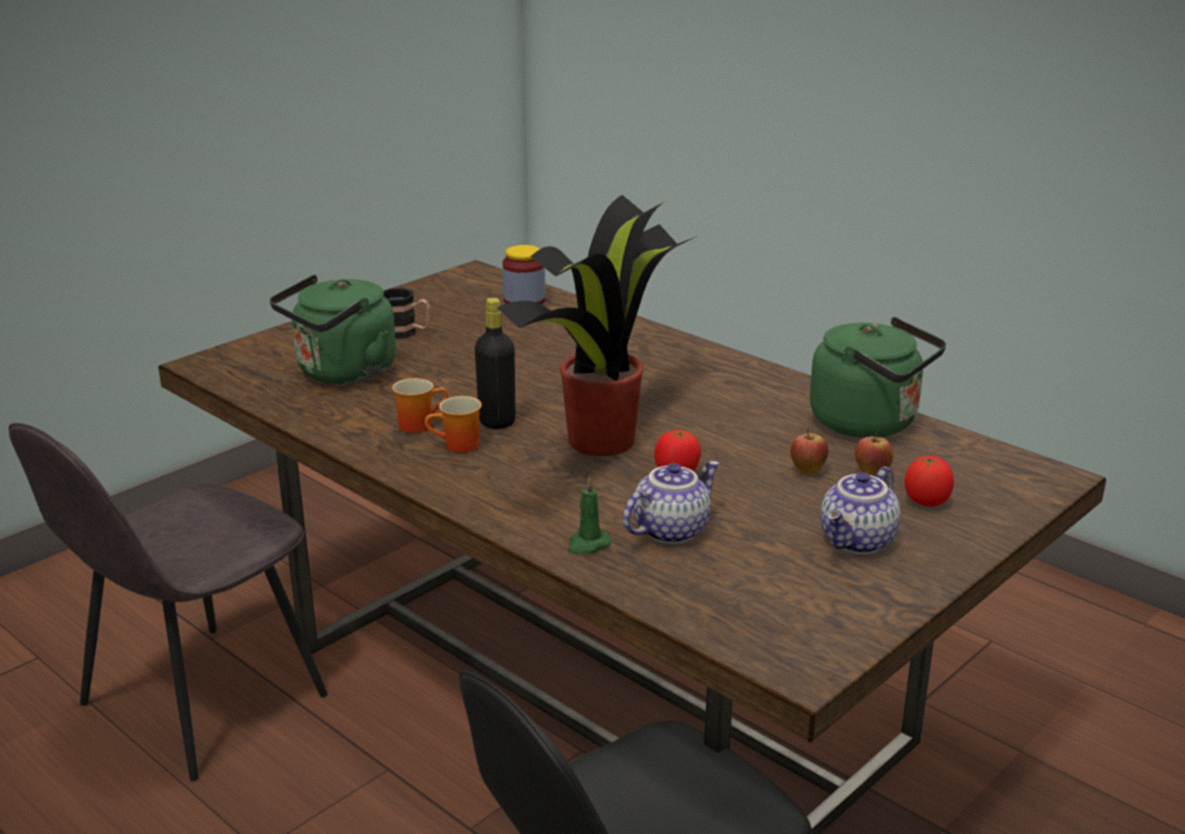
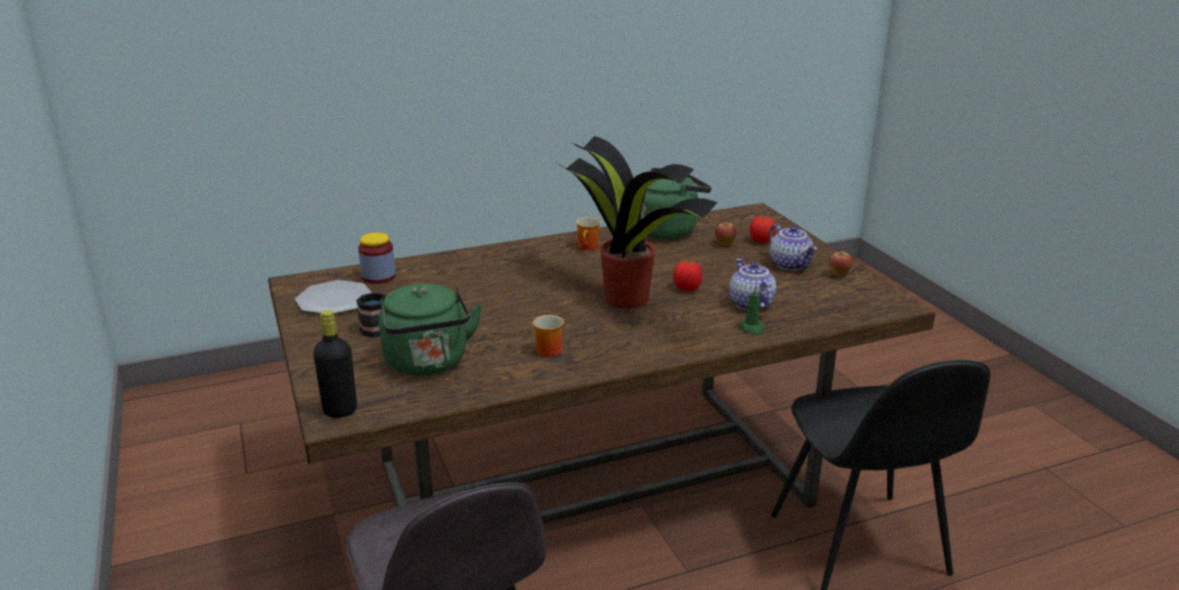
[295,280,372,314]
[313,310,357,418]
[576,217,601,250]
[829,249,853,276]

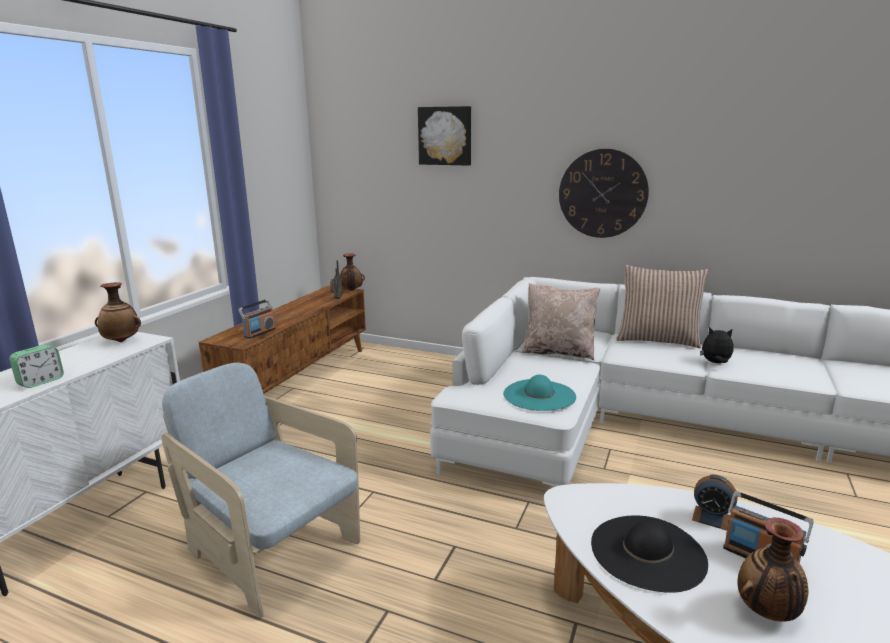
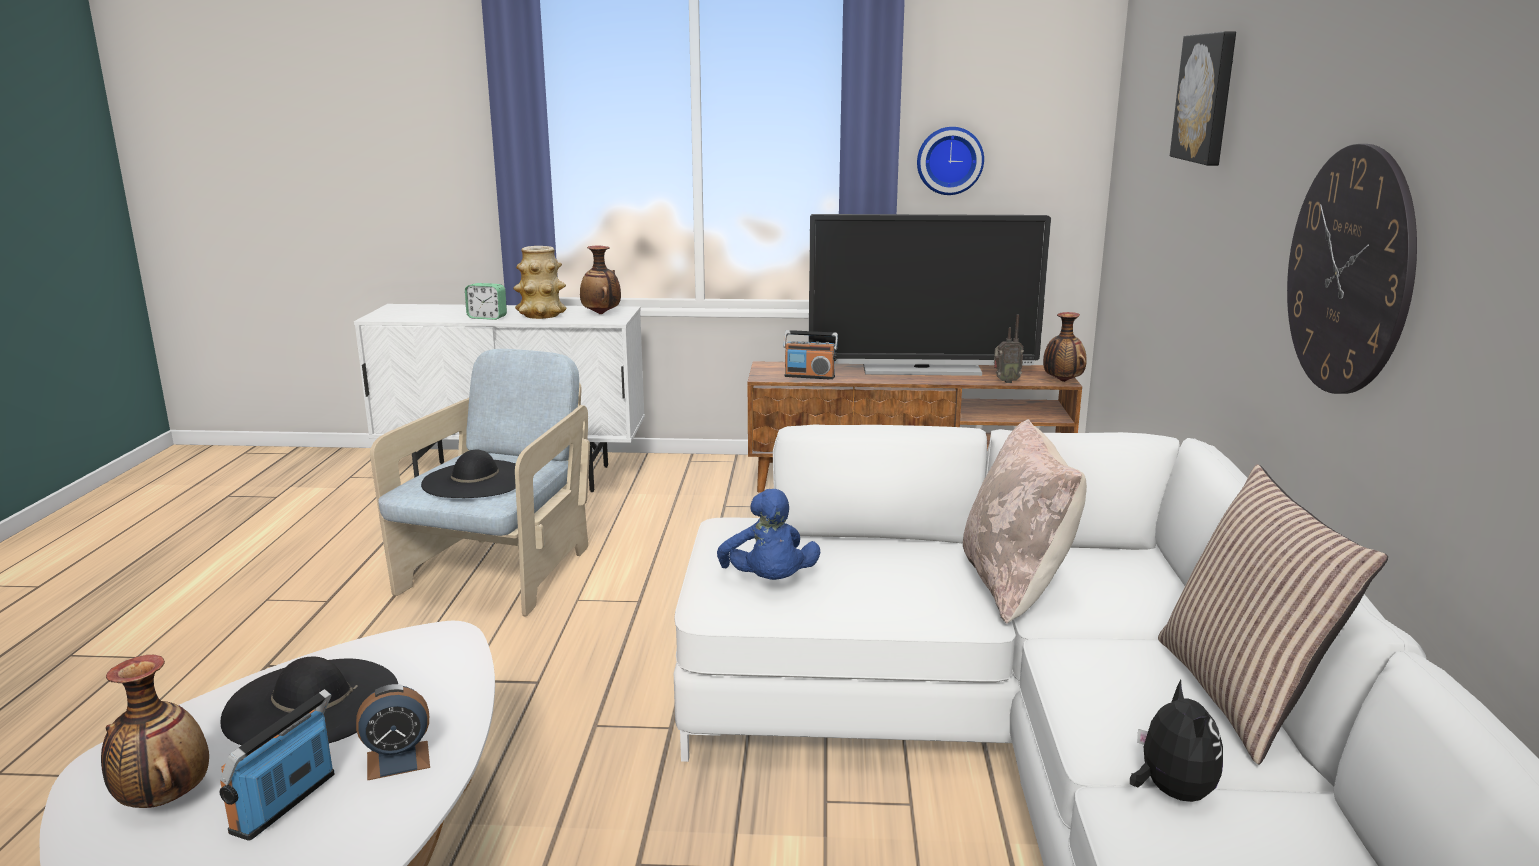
[356,684,430,781]
[421,450,516,498]
[513,246,567,319]
[717,489,821,580]
[809,214,1051,376]
[917,127,984,195]

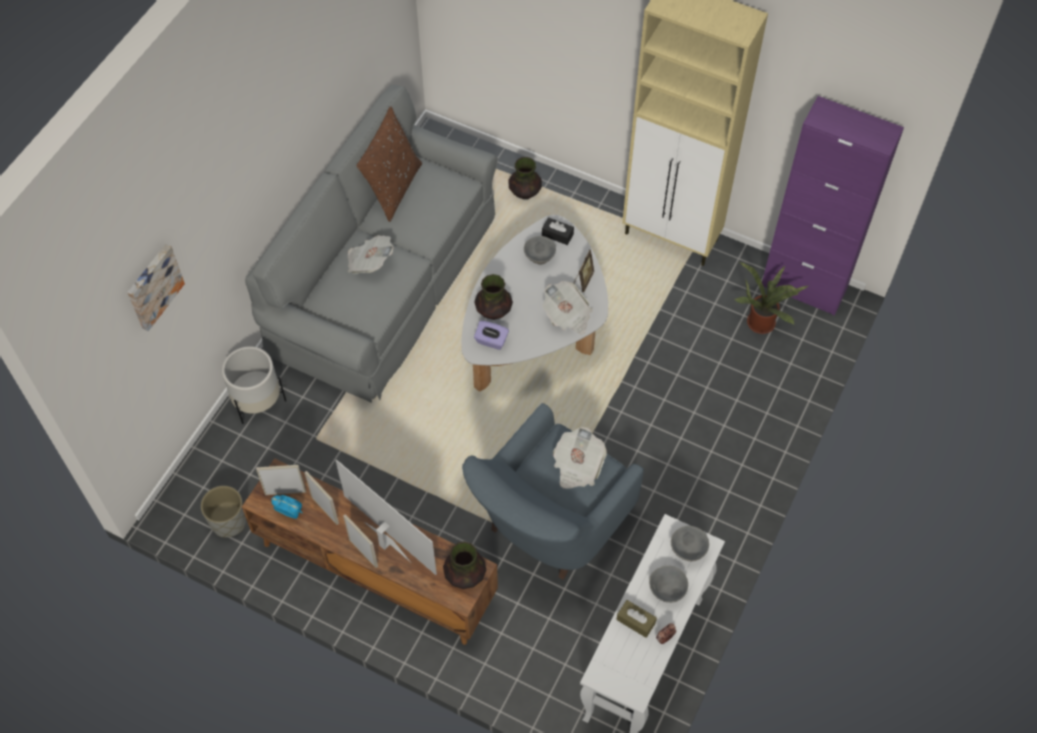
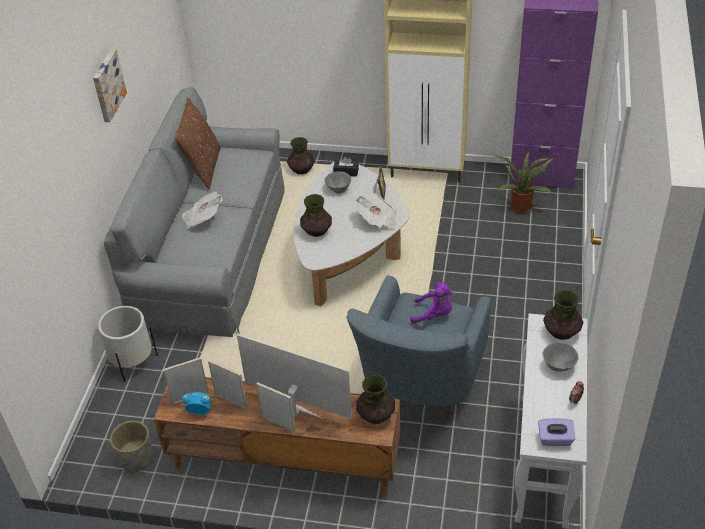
[93,49,127,122]
[410,282,452,324]
[538,418,575,446]
[543,290,583,340]
[616,600,657,638] (first image)

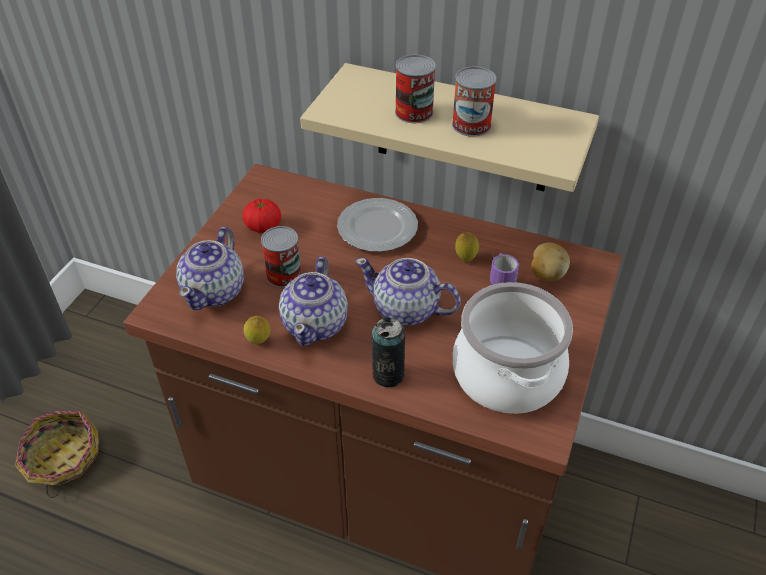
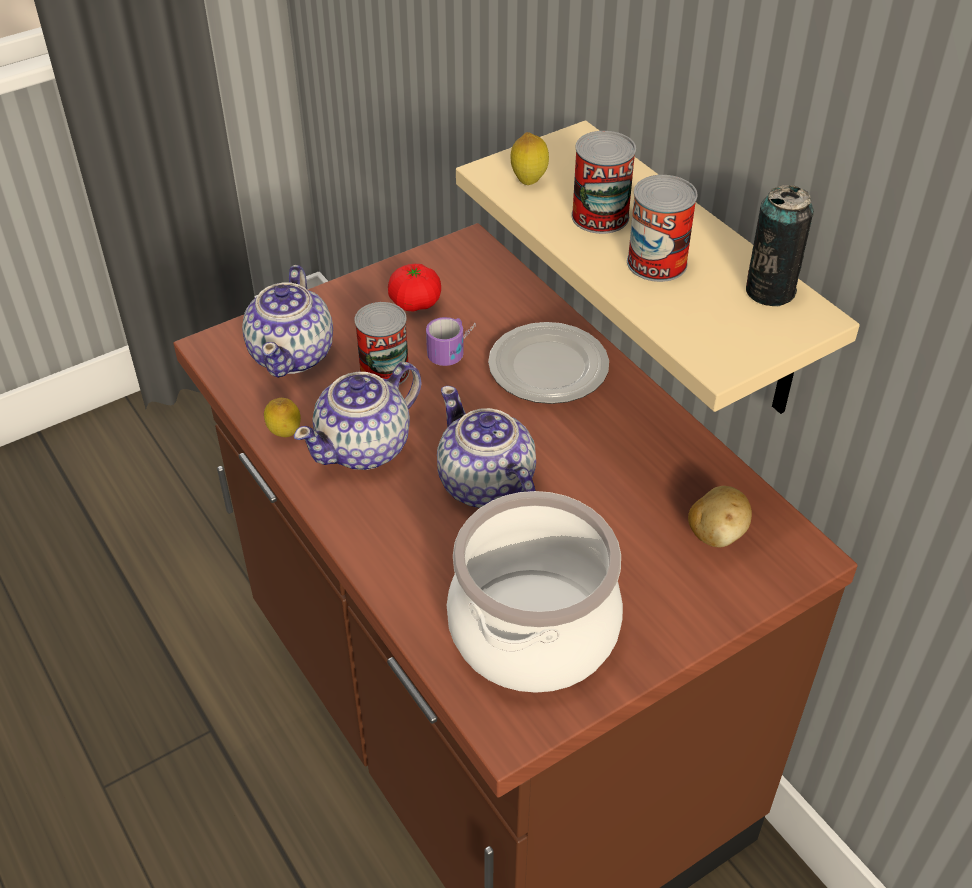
[242,265,333,378]
[426,317,476,366]
[510,132,549,185]
[746,185,814,306]
[15,411,99,498] (first image)

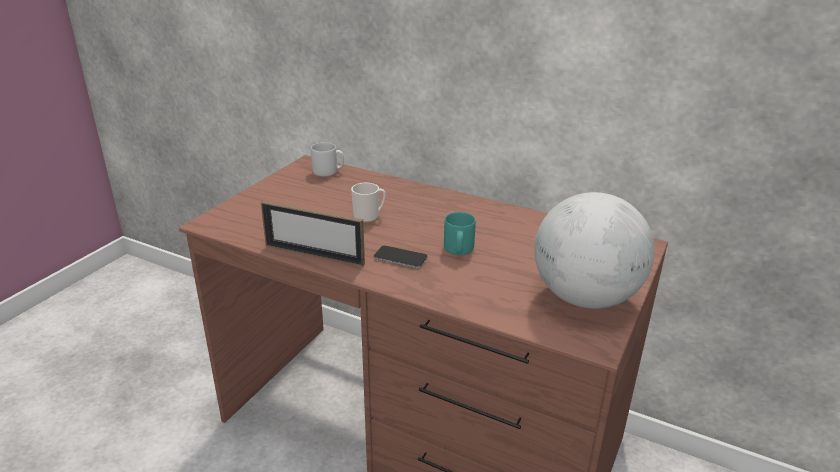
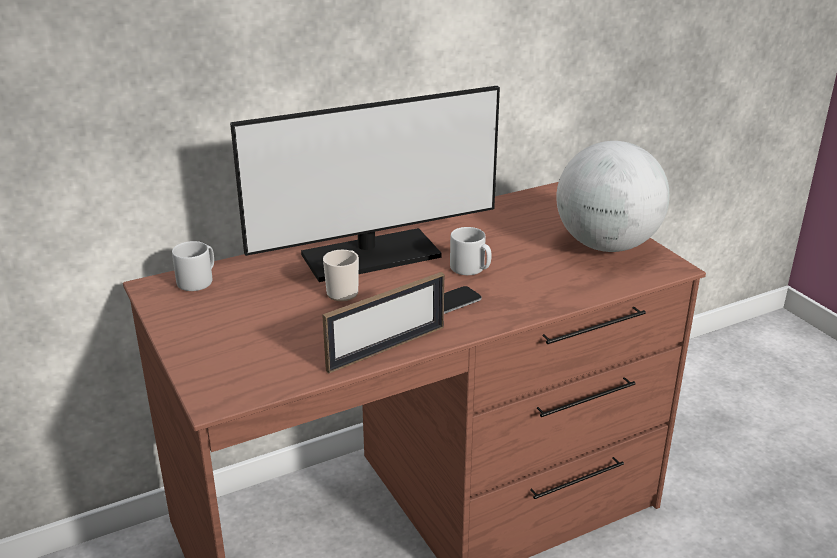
[230,86,500,282]
[450,227,491,275]

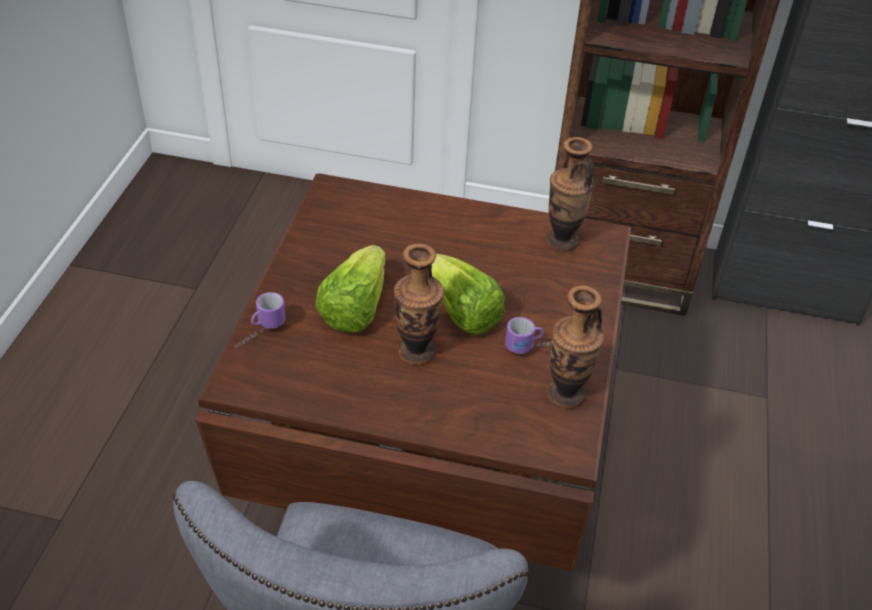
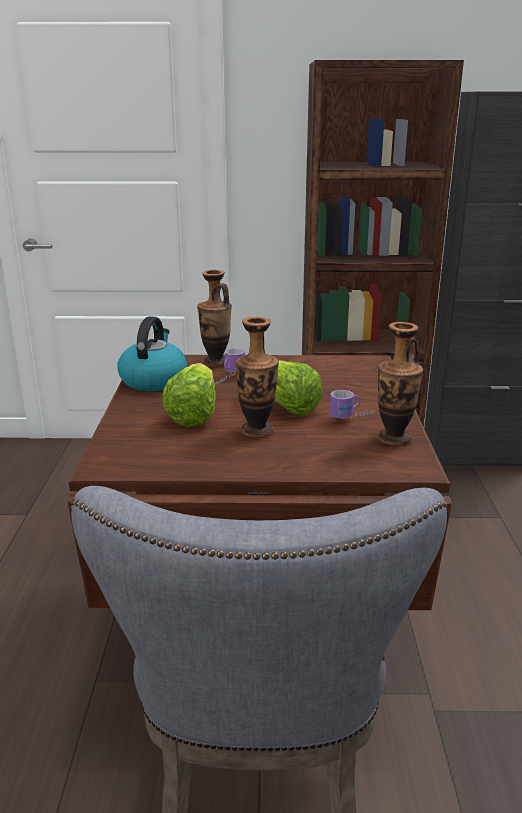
[117,316,187,391]
[197,270,232,367]
[215,348,245,385]

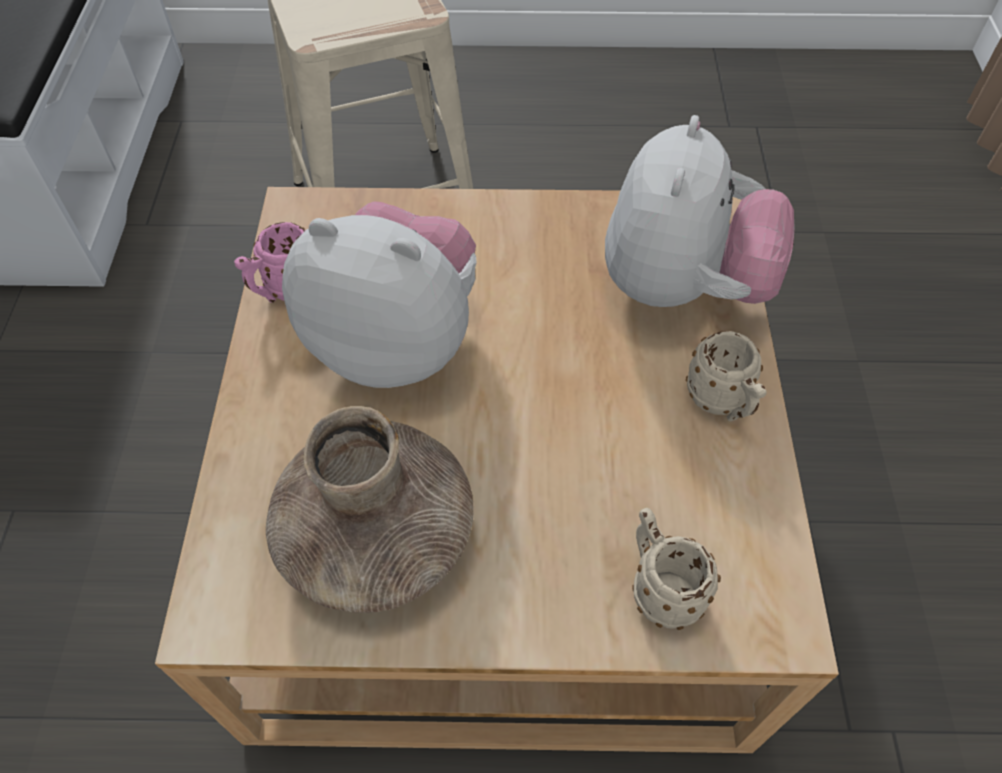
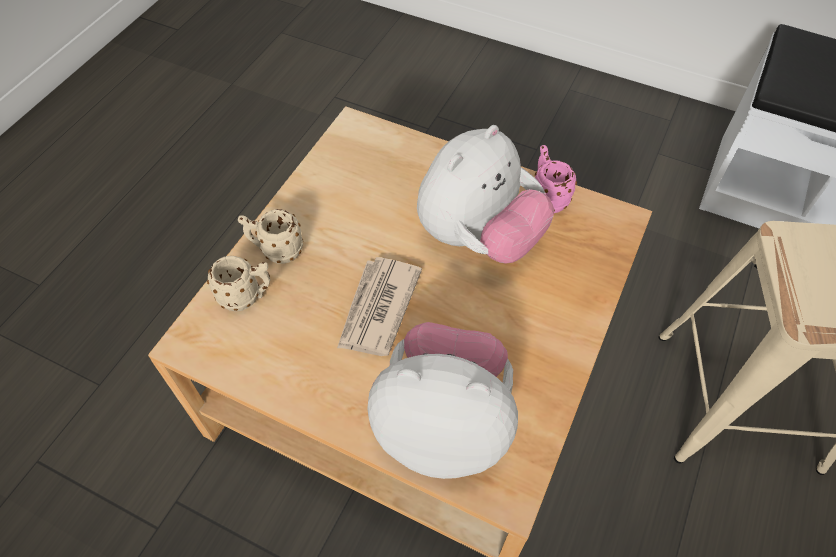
[238,209,303,264]
[337,257,422,356]
[367,322,518,479]
[266,406,473,613] (first image)

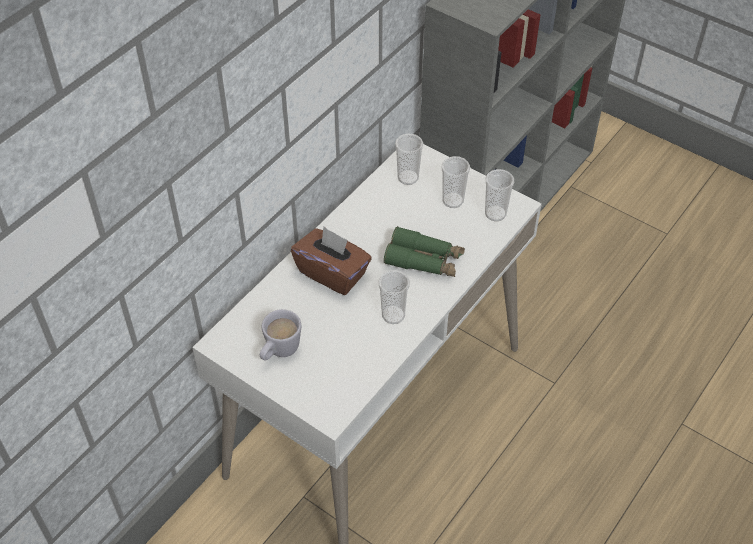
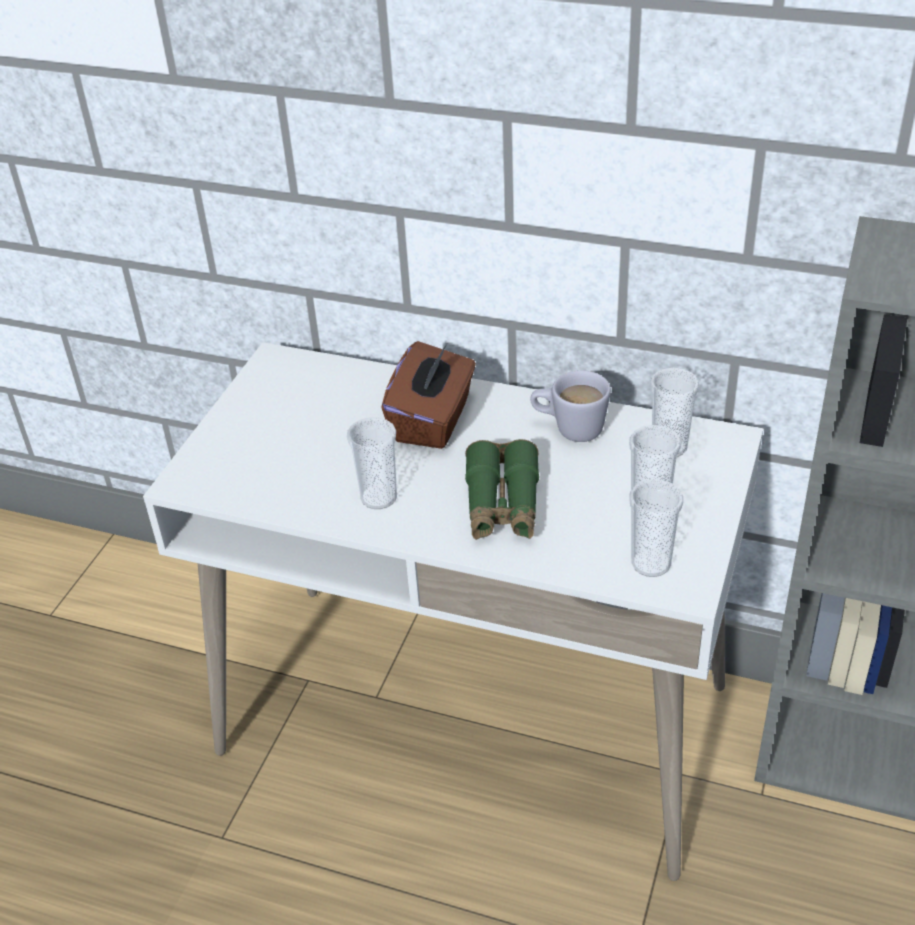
[530,370,611,442]

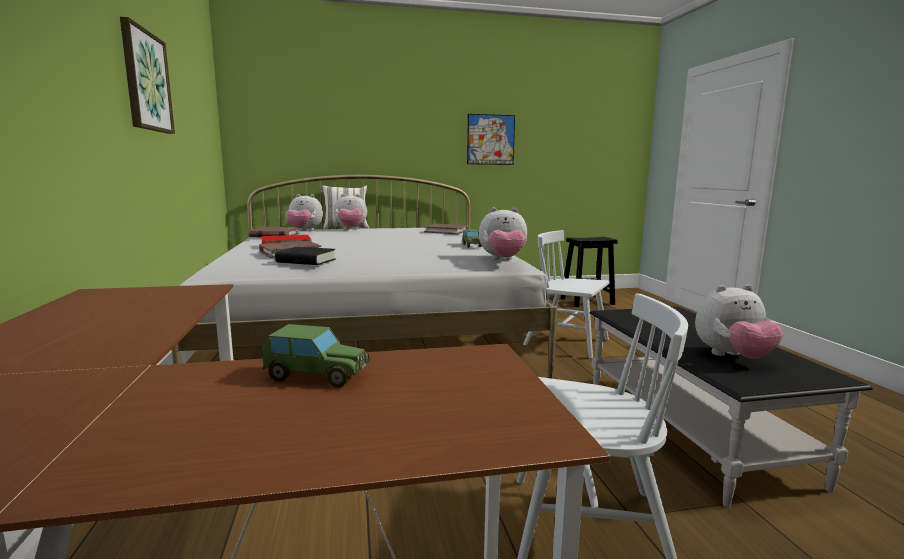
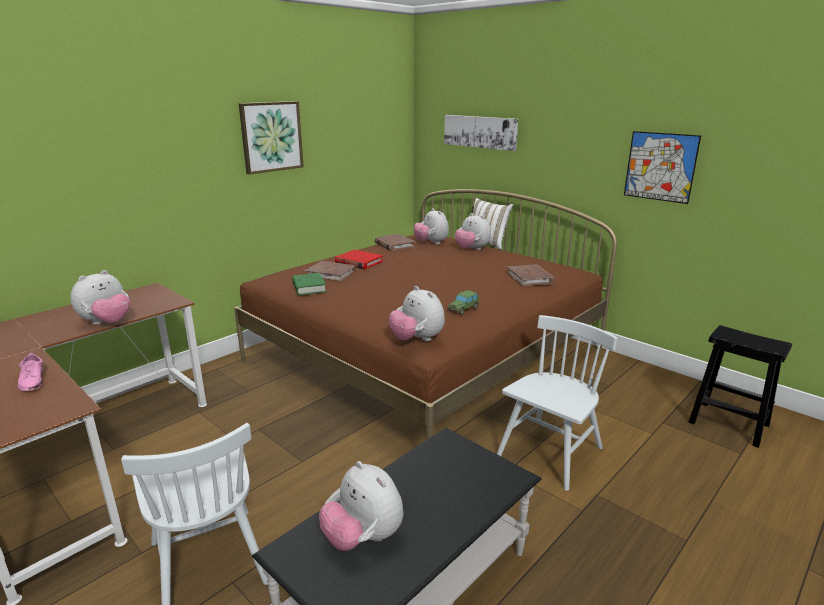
[18,353,43,391]
[70,270,130,325]
[234,189,617,440]
[292,273,326,295]
[444,115,518,151]
[497,315,617,491]

